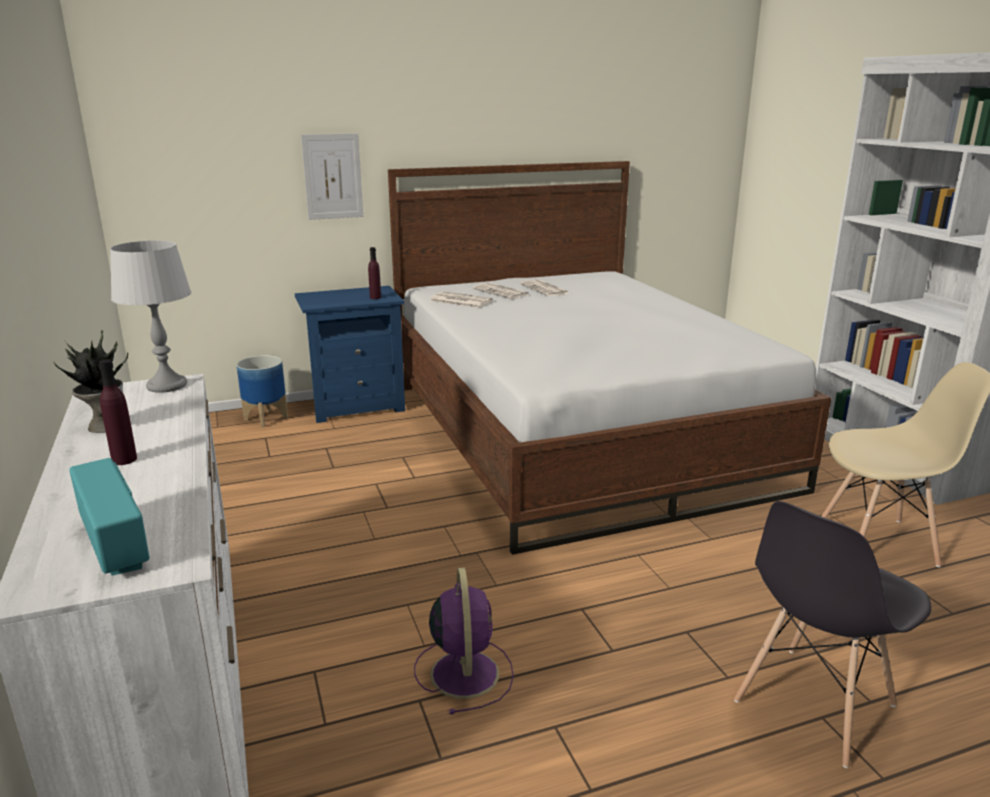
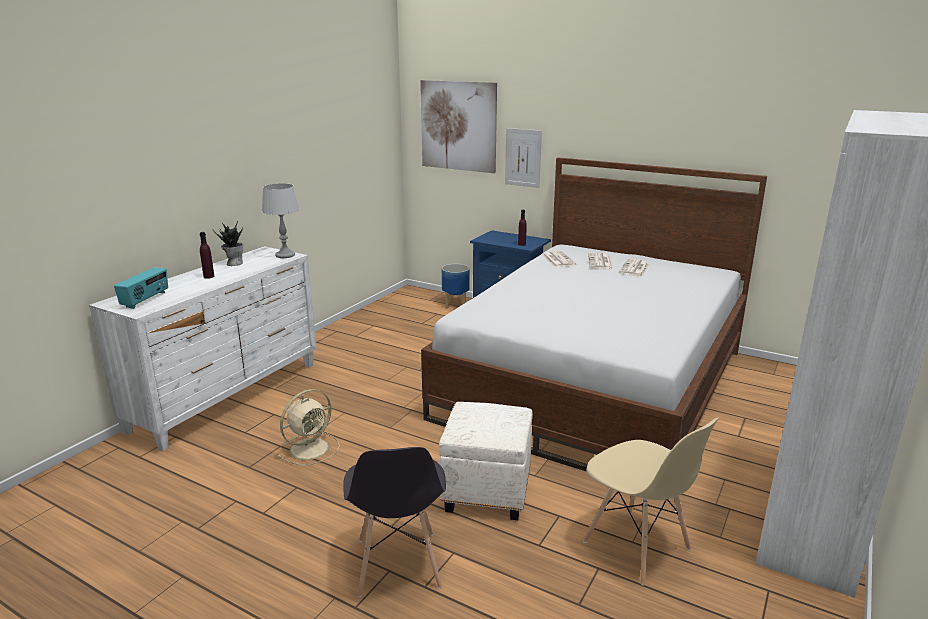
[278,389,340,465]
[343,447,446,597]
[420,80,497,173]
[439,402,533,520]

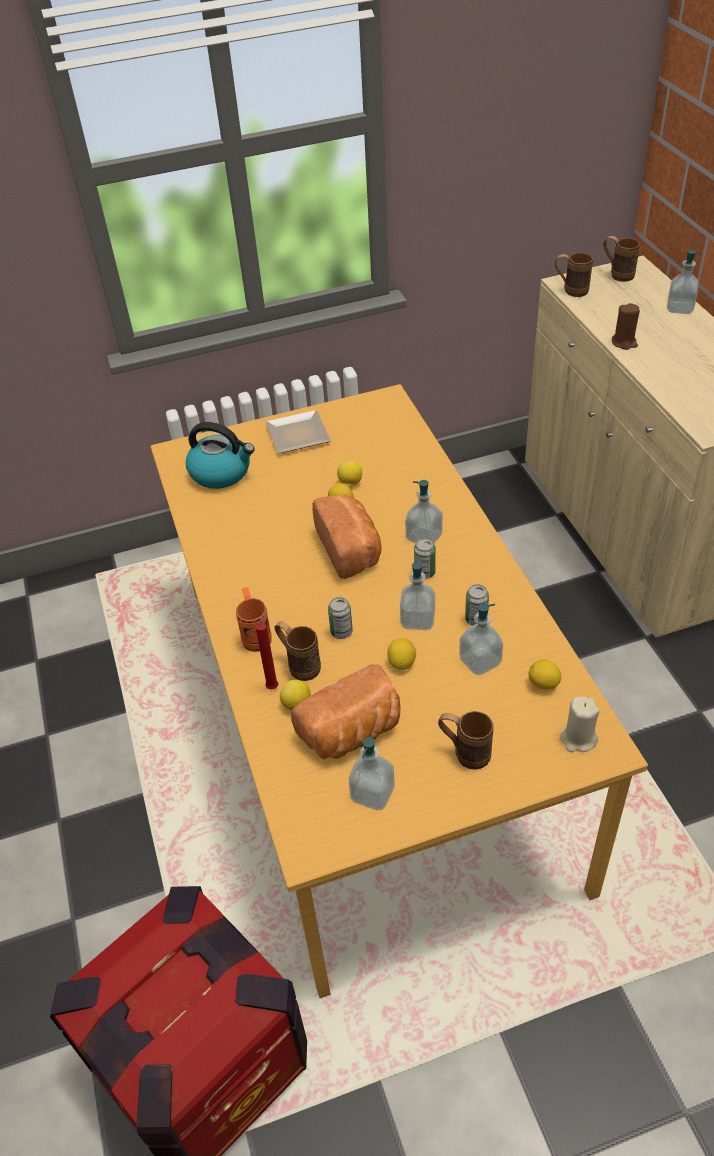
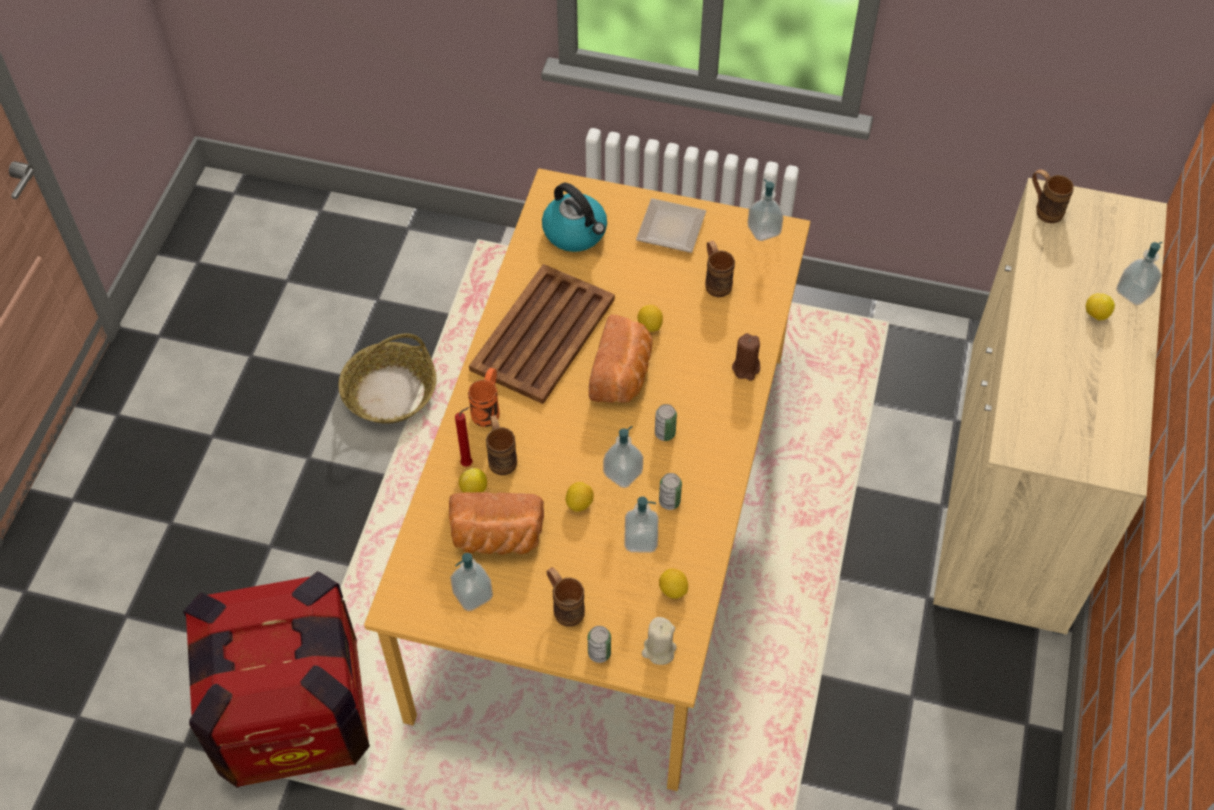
[338,333,437,423]
[469,264,615,404]
[588,626,611,663]
[705,241,735,297]
[732,333,760,381]
[748,179,783,241]
[1086,293,1115,320]

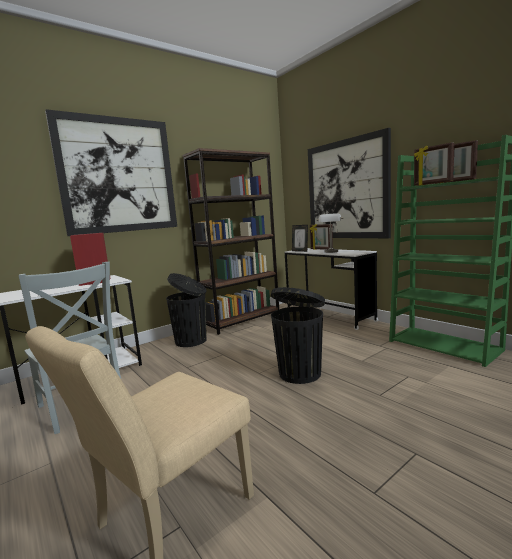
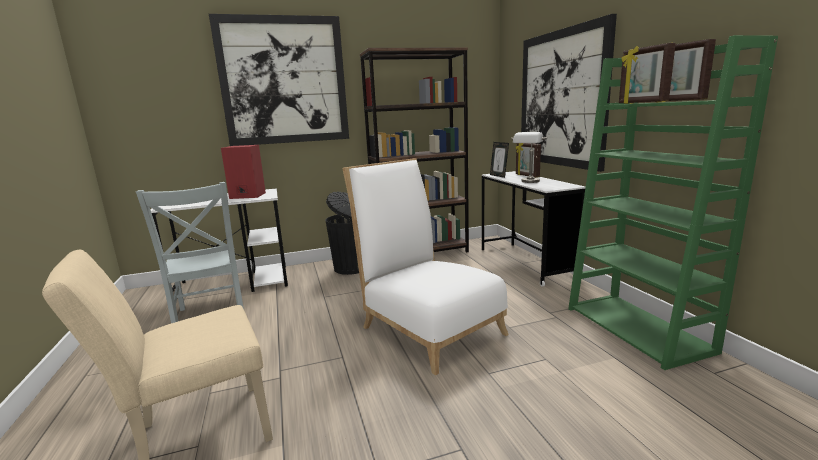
[342,158,509,375]

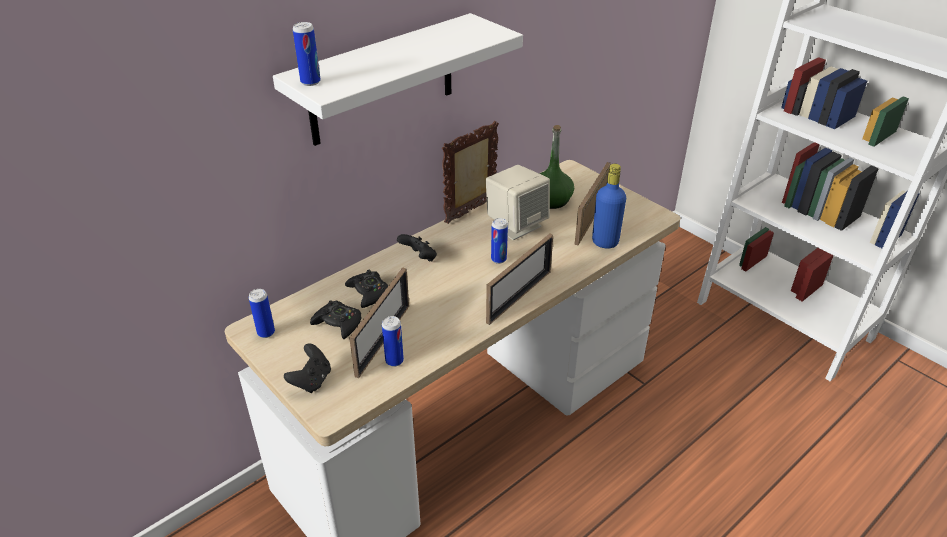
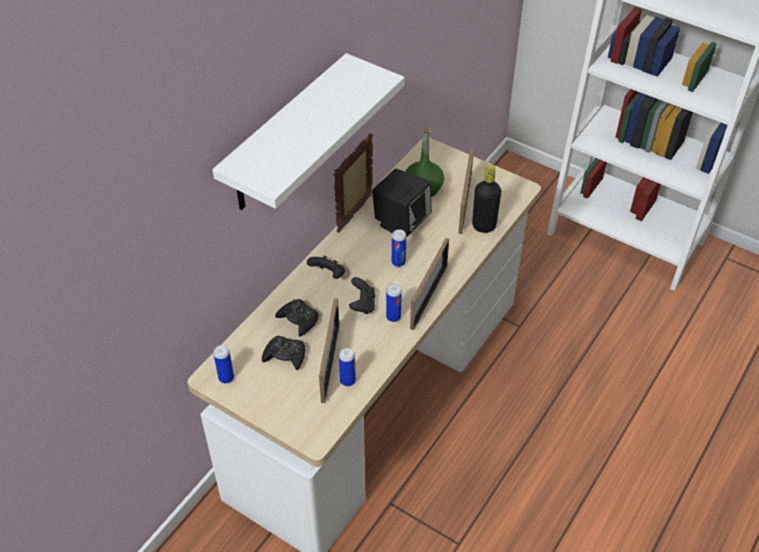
[349,277,375,314]
[372,169,432,237]
[386,284,402,322]
[472,165,501,233]

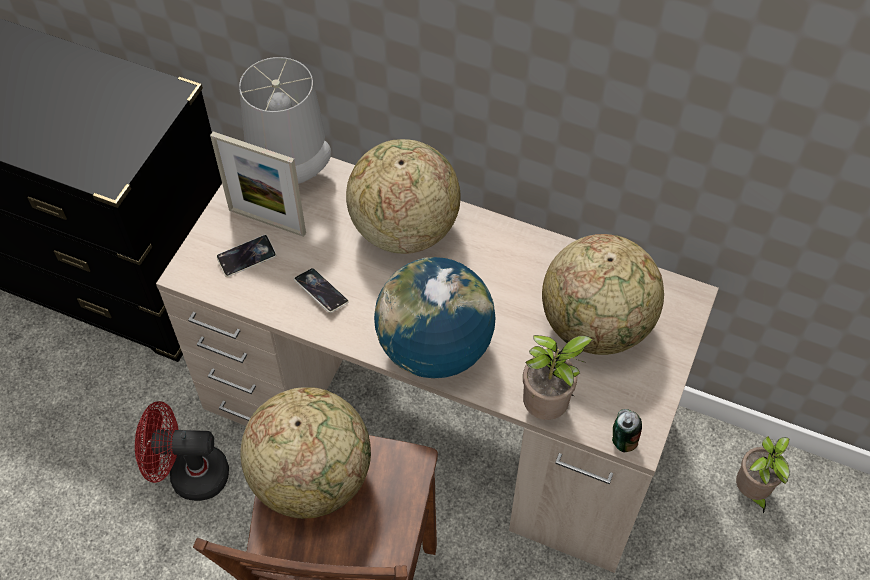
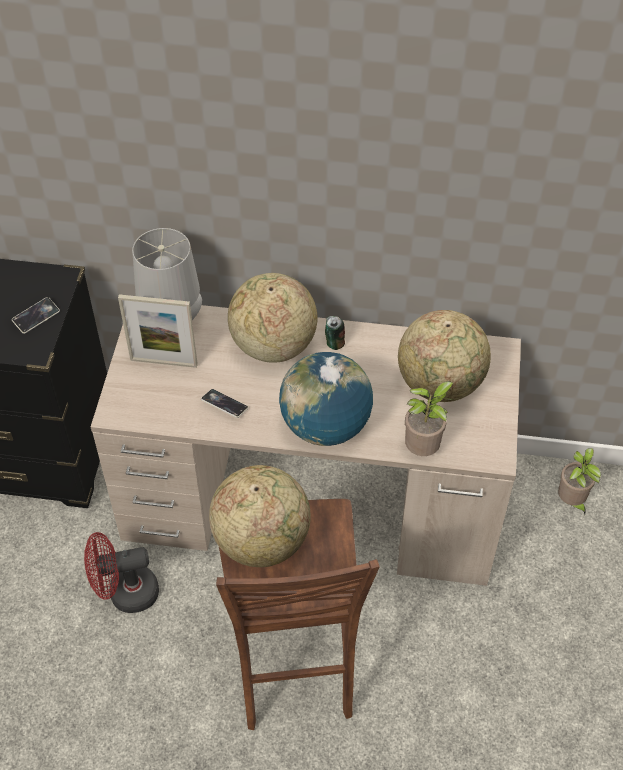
[12,297,60,334]
[325,316,345,350]

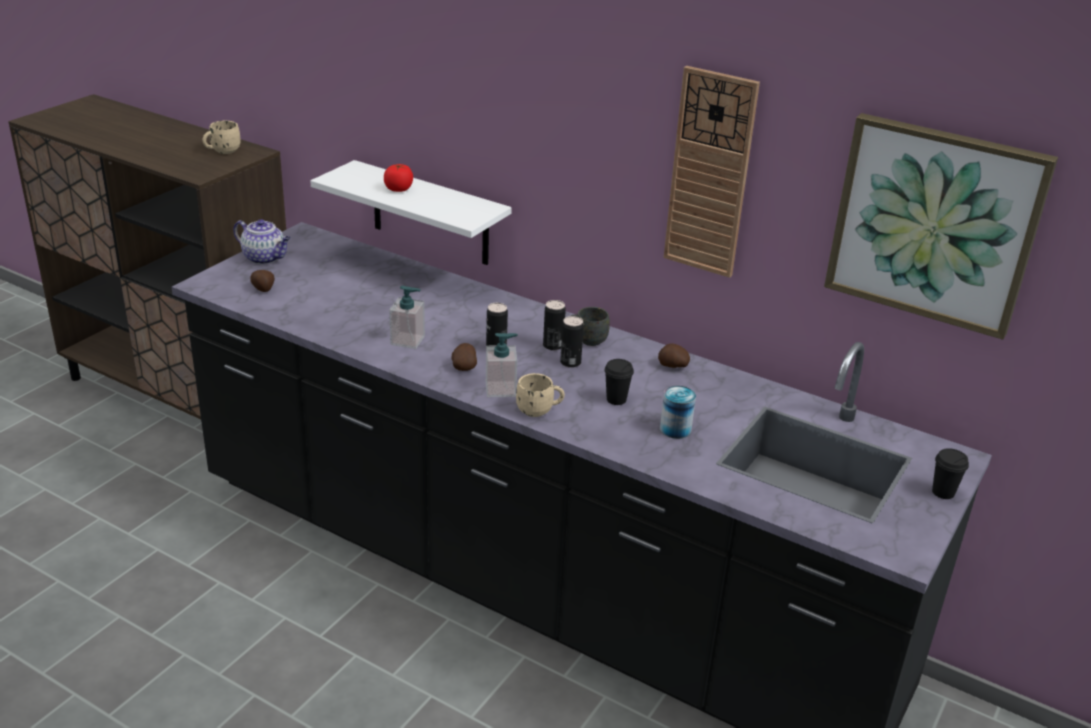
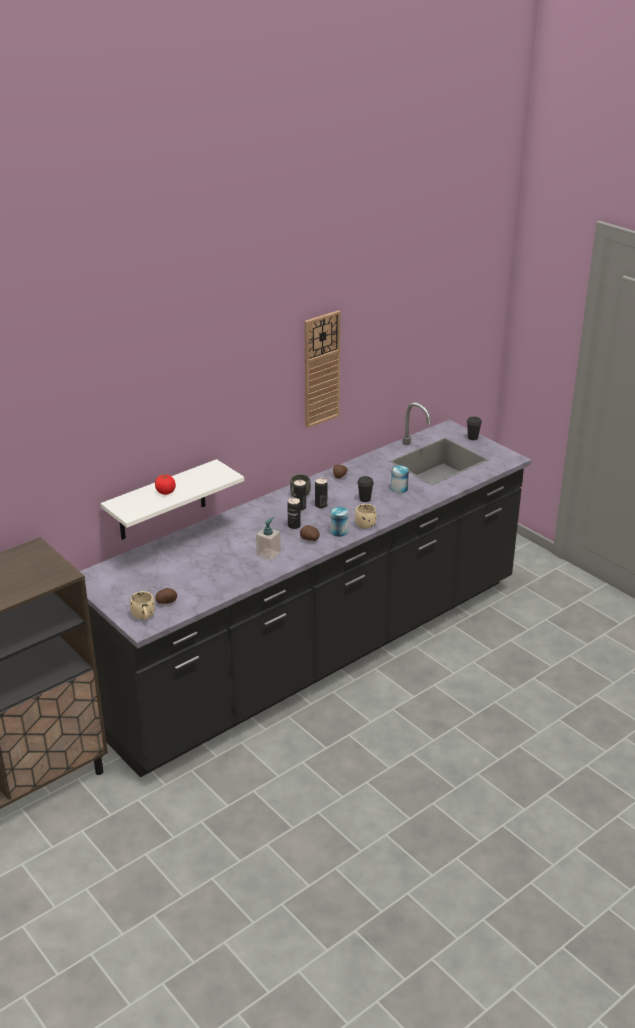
[130,591,155,620]
[330,507,349,537]
[233,219,291,264] (first image)
[824,113,1058,340] (first image)

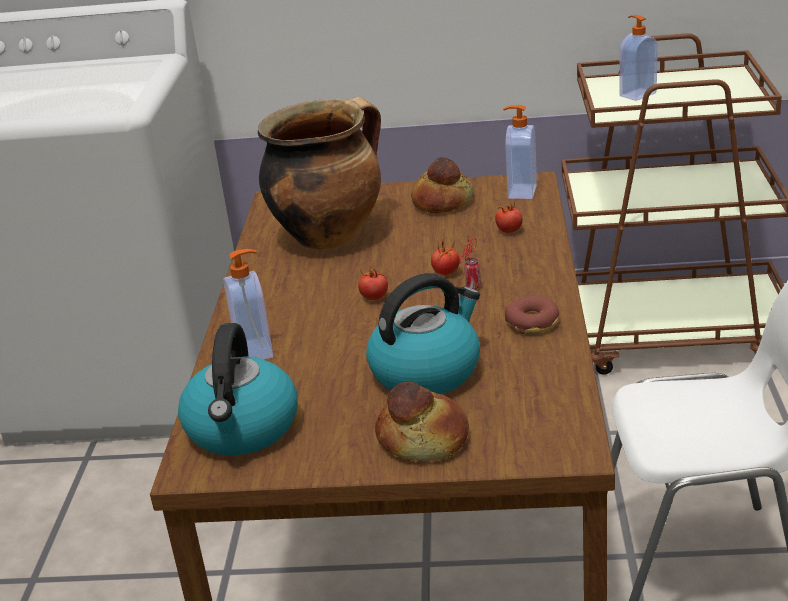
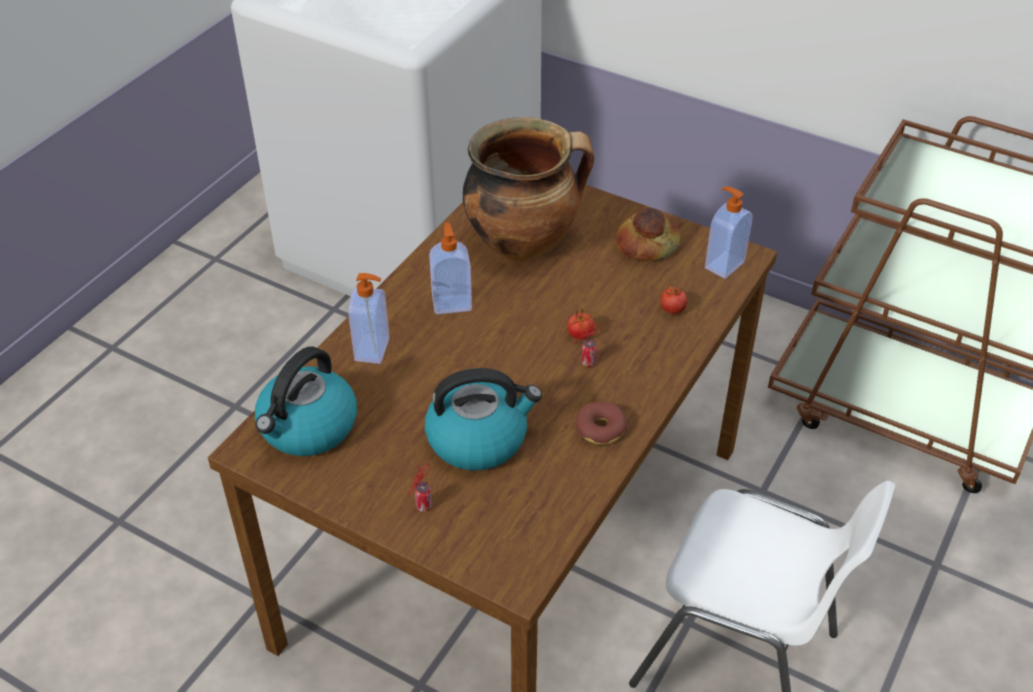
[408,463,432,512]
[429,222,472,314]
[358,265,388,300] (first image)

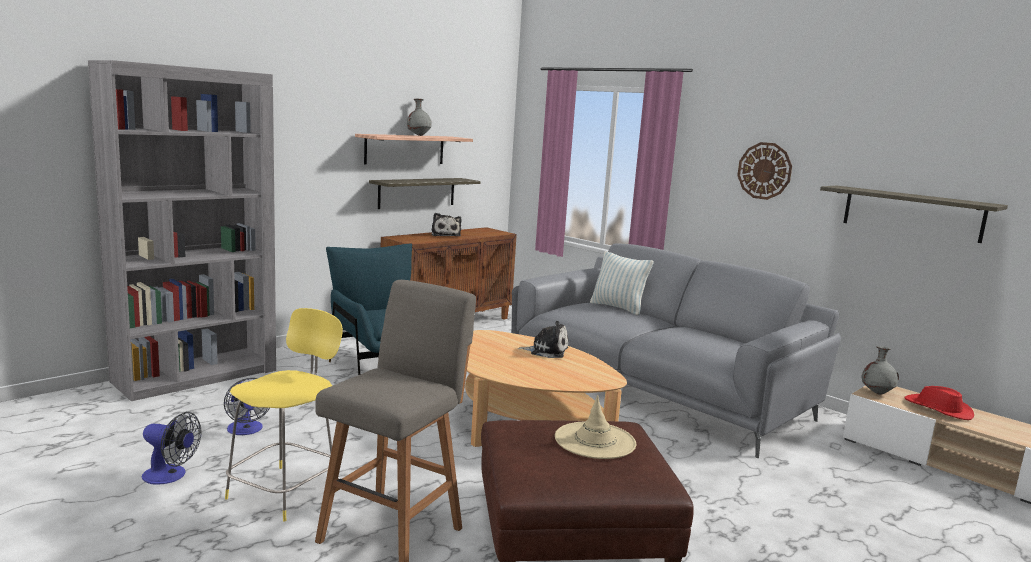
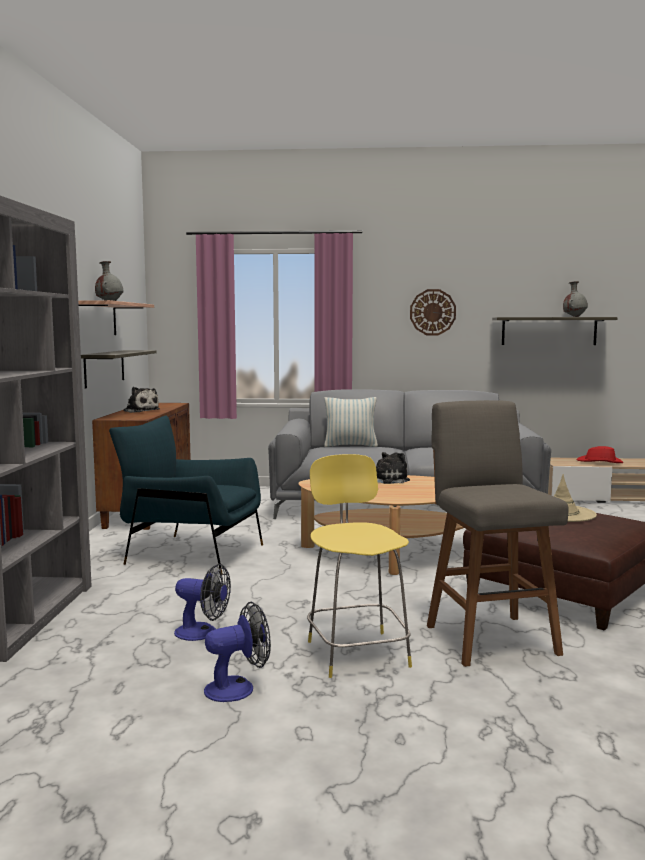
[563,281,588,317]

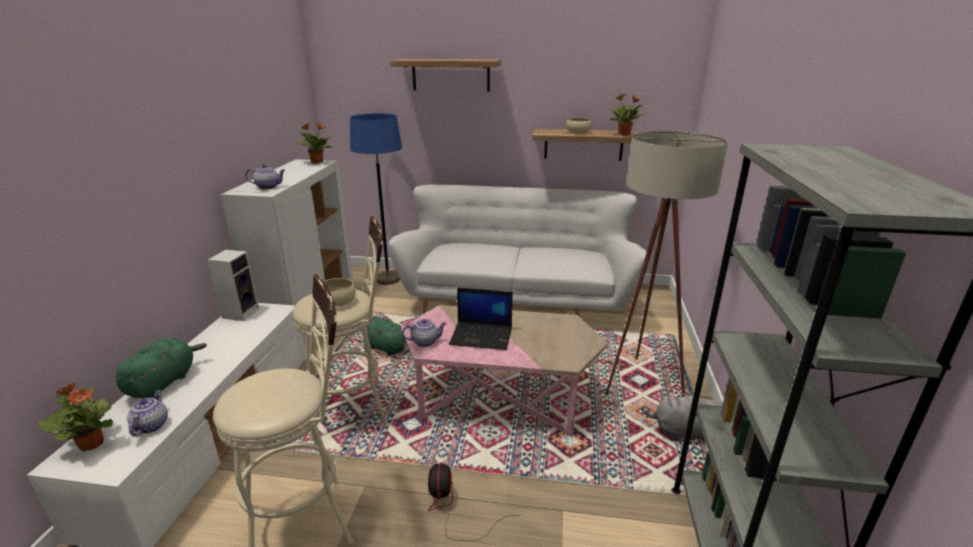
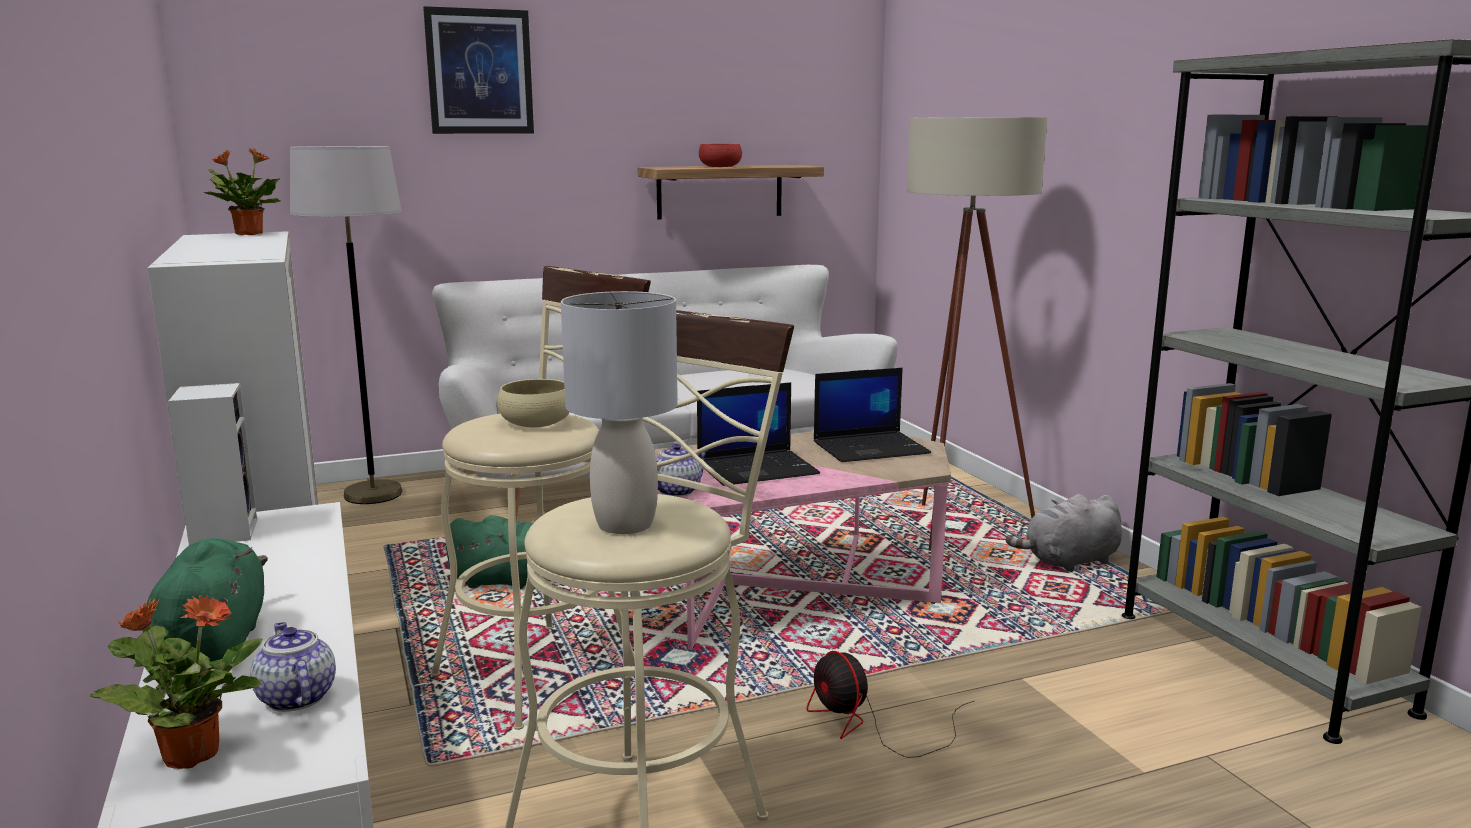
[290,146,402,504]
[423,6,534,134]
[561,291,678,534]
[699,144,742,167]
[814,368,931,462]
[245,164,285,189] (first image)
[609,93,645,135] (first image)

